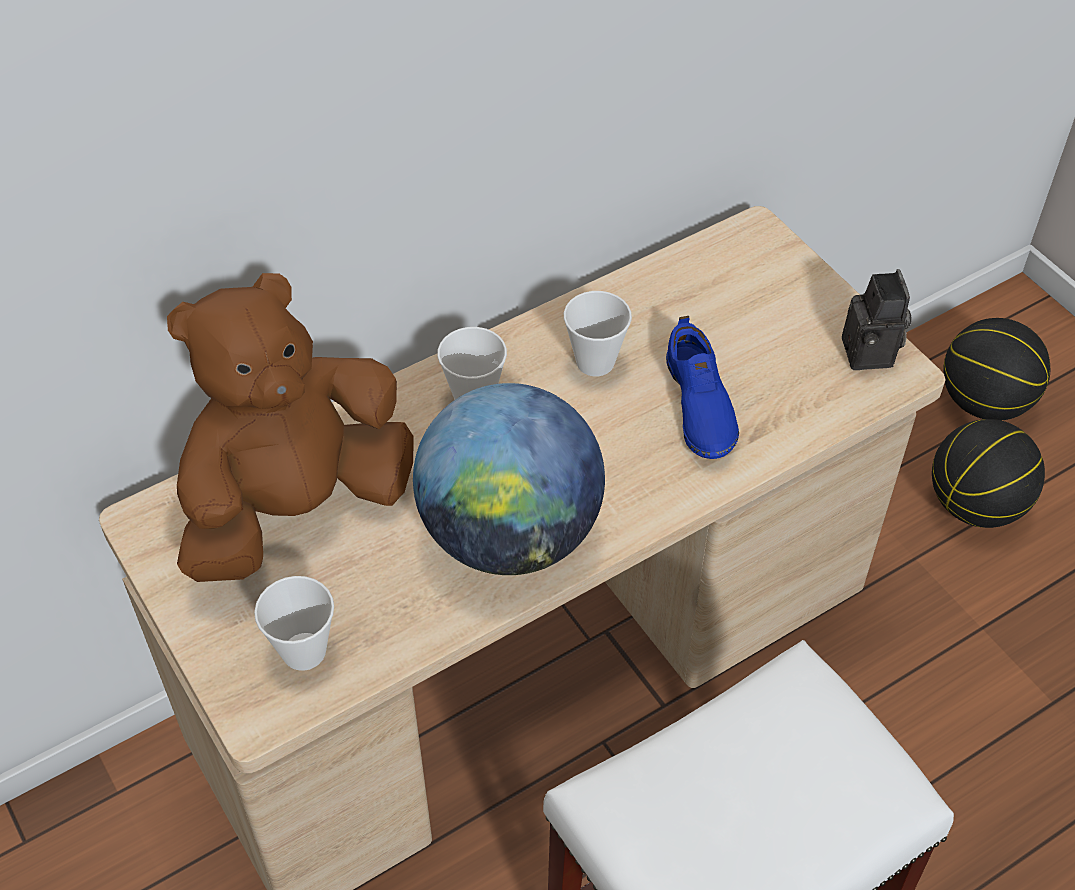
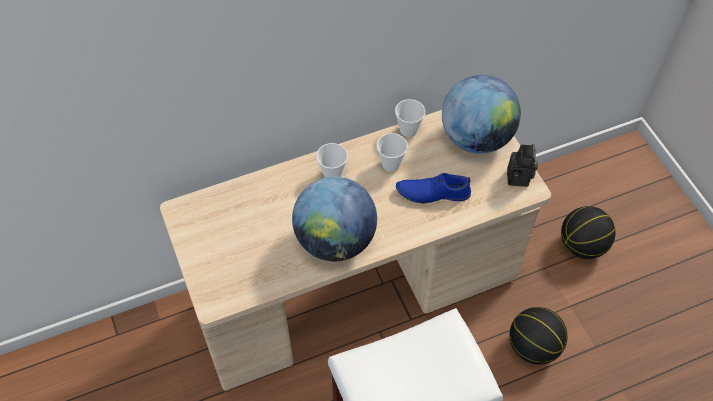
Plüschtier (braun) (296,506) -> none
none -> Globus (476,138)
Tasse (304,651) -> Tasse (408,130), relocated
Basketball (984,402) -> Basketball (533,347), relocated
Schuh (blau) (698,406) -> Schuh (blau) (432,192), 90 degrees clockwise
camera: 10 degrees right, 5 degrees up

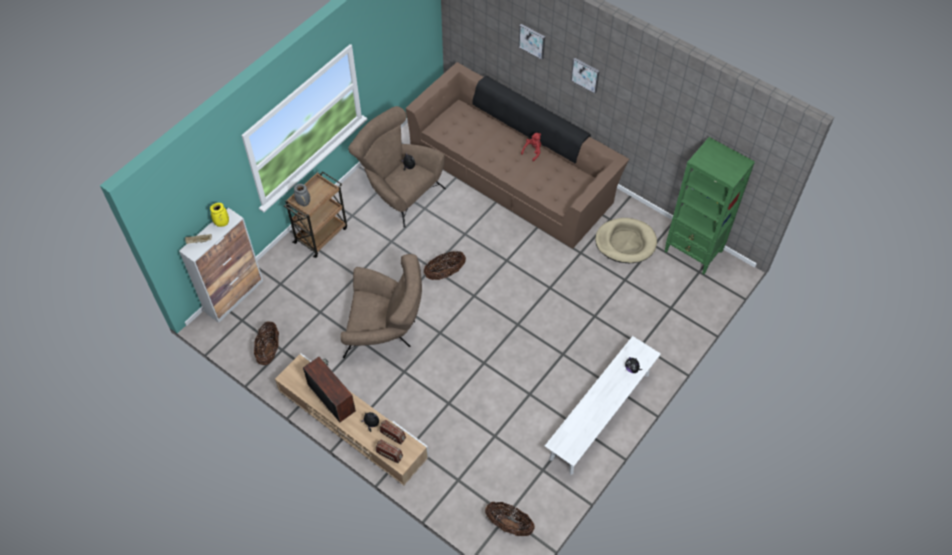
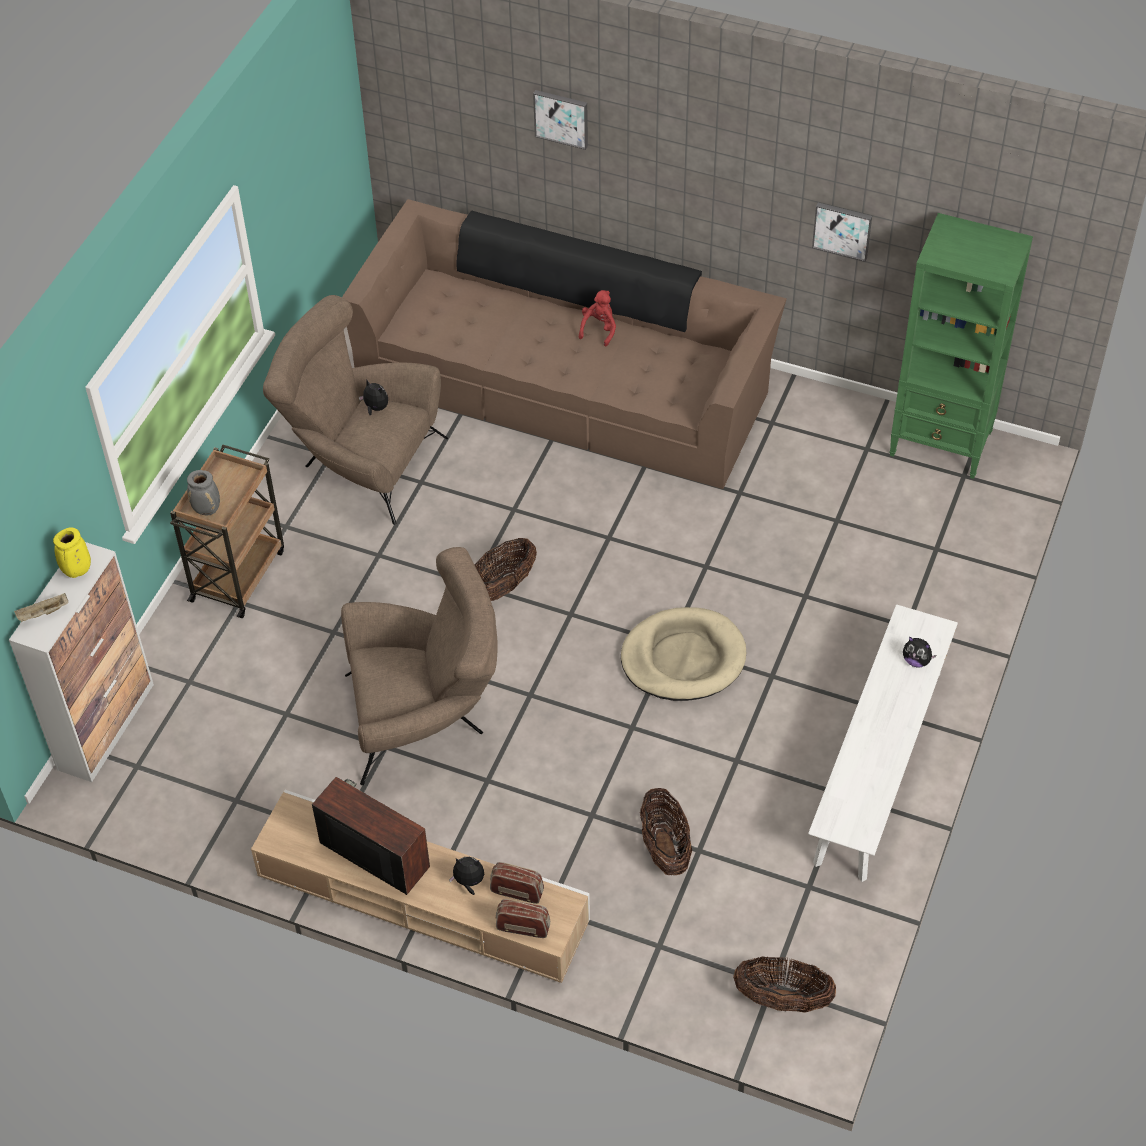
Korb (269,350) -> Korb (665,847), relocated
Bild (585,74) -> Bild (842,230), relocated
Hundebett (beige) (625,242) -> Hundebett (beige) (683,658), relocated
camera: 15 degrees left, 5 degrees down

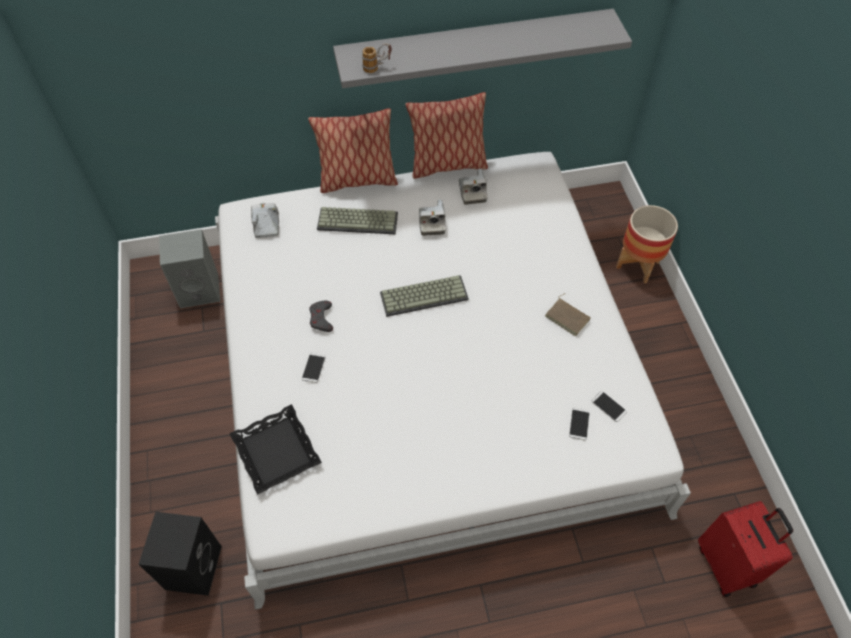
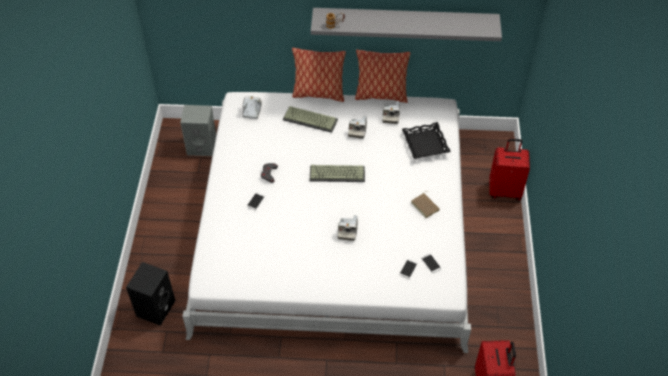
none -> Kamera (347,230)
Tablett (schwarz) (275,452) -> Tablett (schwarz) (425,143), relocated
Pflanzkübel (638,264) -> Koffer (rot) (505,190)
camera: 15 degrees right, 5 degrees down

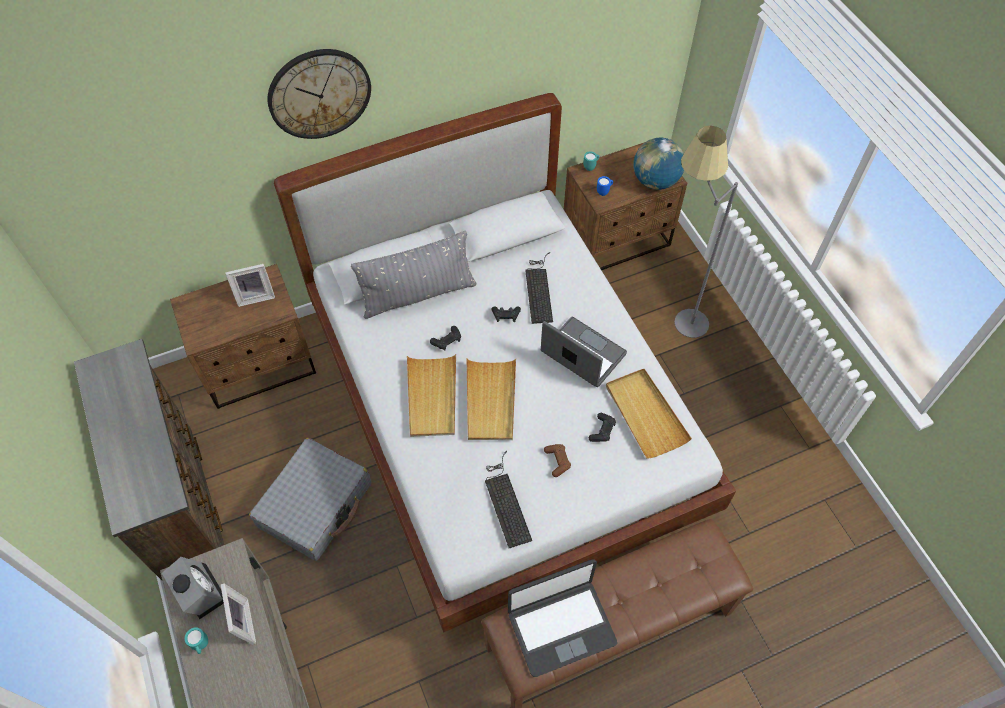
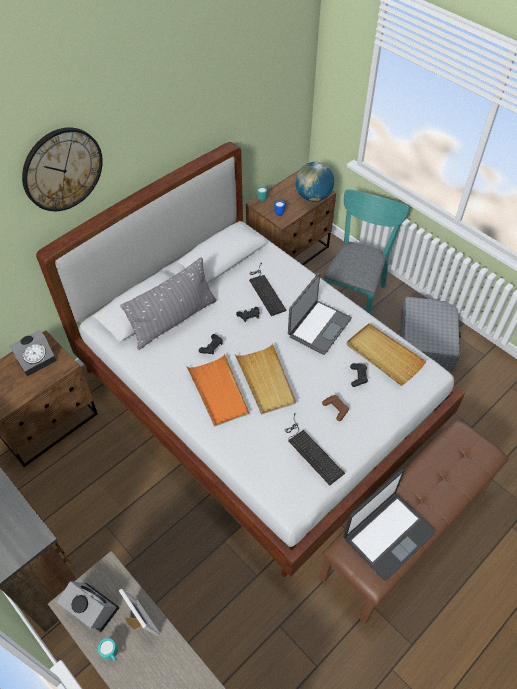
Koffer (grau) (315,505) -> Koffer (grau) (426,340), relocated
Bilderrahmen (255,296) -> Wecker (37,359)
Stehlampe (grau) (676,317) -> Stuhl (türkis) (354,294)
Tablett (beige) (432,397) -> Tablett (orange) (218,392)
Laptop (582,354) -> Laptop (318,327), 105 degrees clockwise
camera: 20 degrees left, 5 degrees down

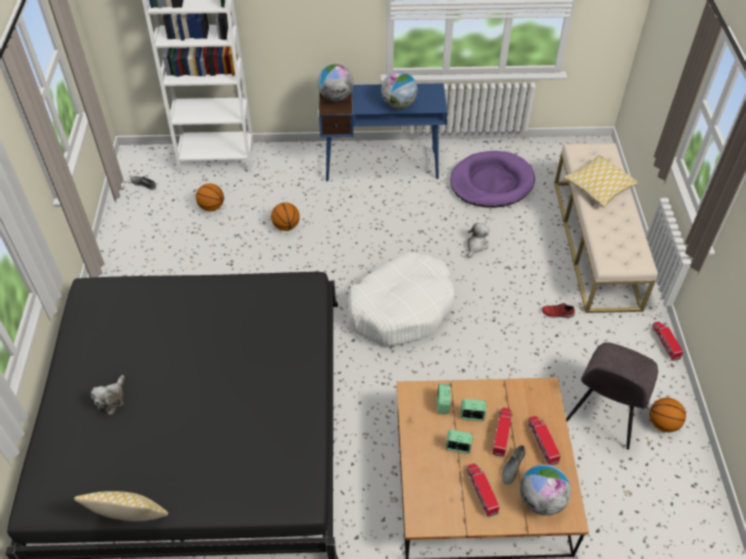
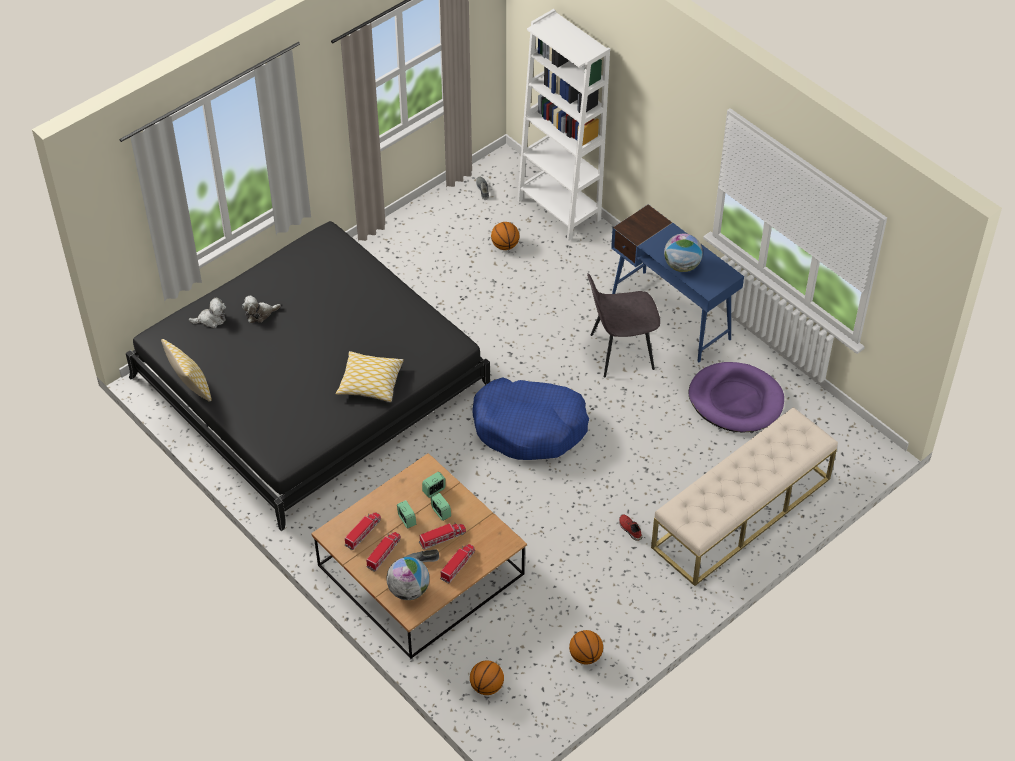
Globus (336,97) -> none
Basketball (286,226) -> Basketball (487,686), relocated
Plüschtier (476,245) -> Plüschtier (211,319), relocated
Kissen (599,187) -> Kissen (370,382), relocated
Stuhl (grau) (604,415) -> Stuhl (grau) (619,352), relocated
Spielzeuglaster (665,343) -> Spielzeuglaster (363,532), relocated
Hundebett (weiß) (401,307) -> Hundebett (blau) (529,427)
camera: 50 degrees right, 0 degrees up

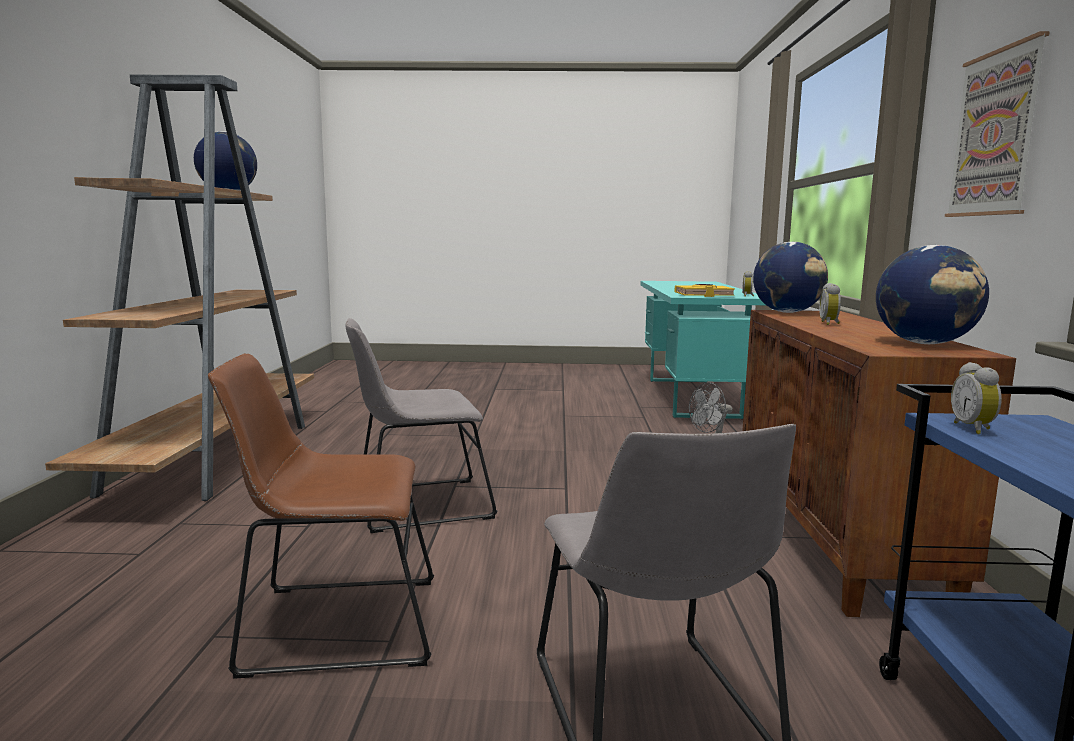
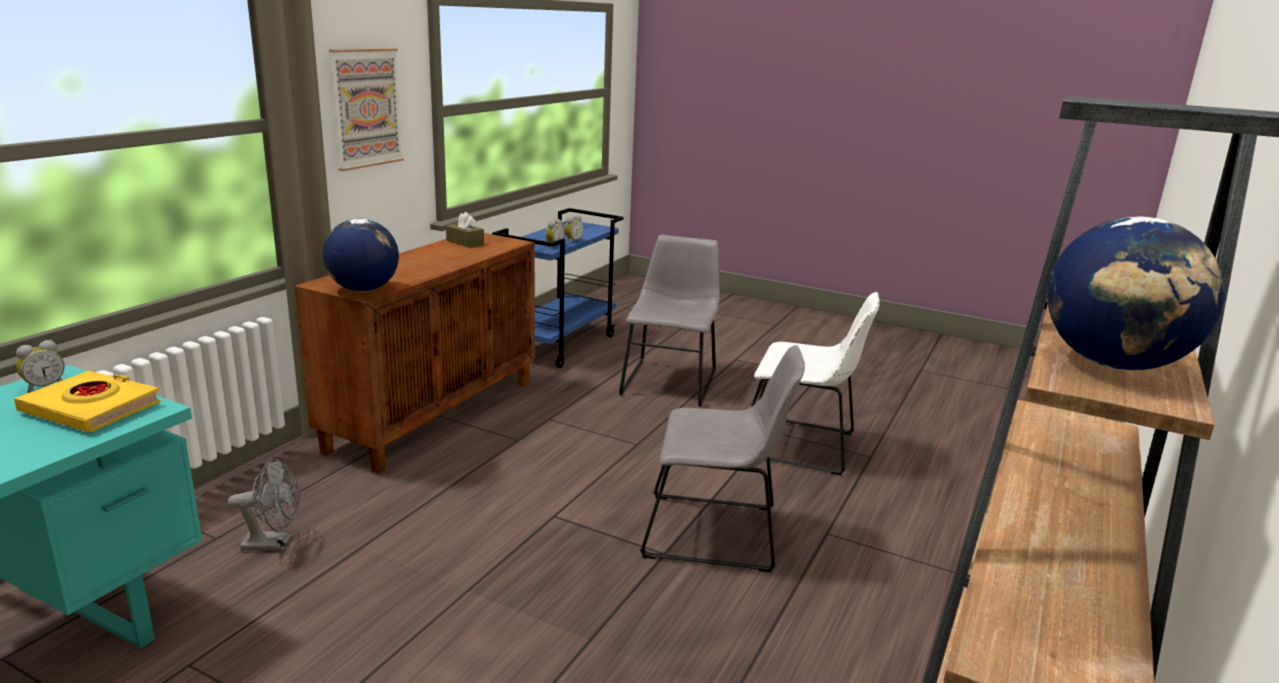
Wecker (830,323) -> Wecker (572,241), relocated
Globus (925,343) -> Taschentuchbox (braun) (465,242)
Stuhl (braun) (333,625) -> Stuhl (weiß) (802,445)
camera: 155 degrees left, 10 degrees up

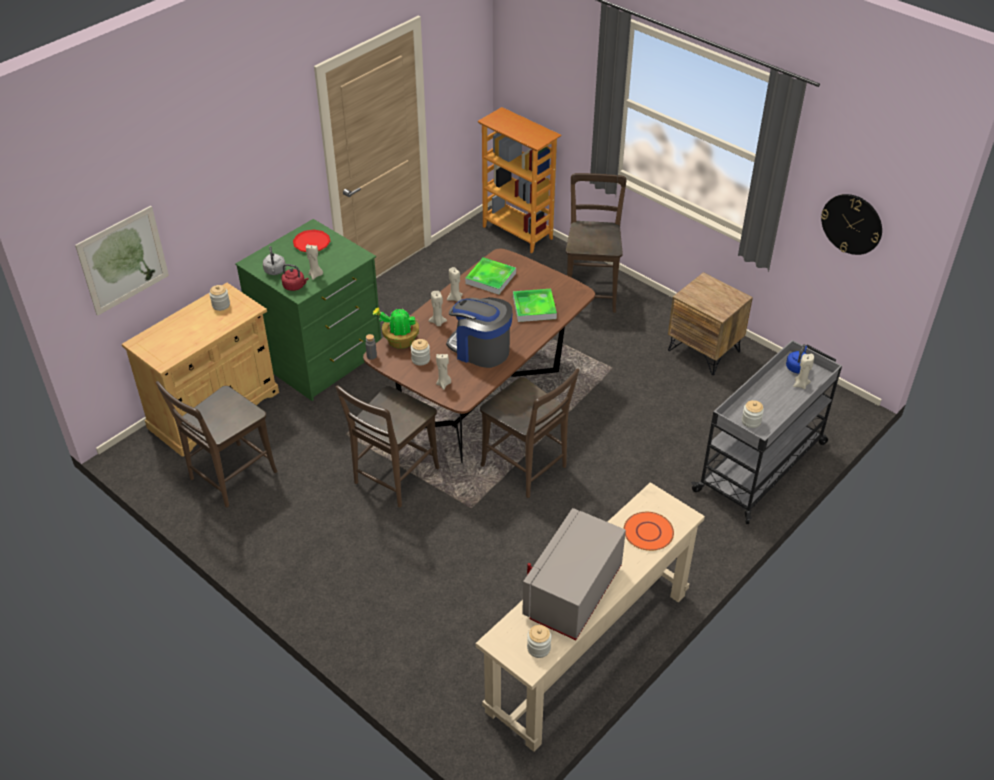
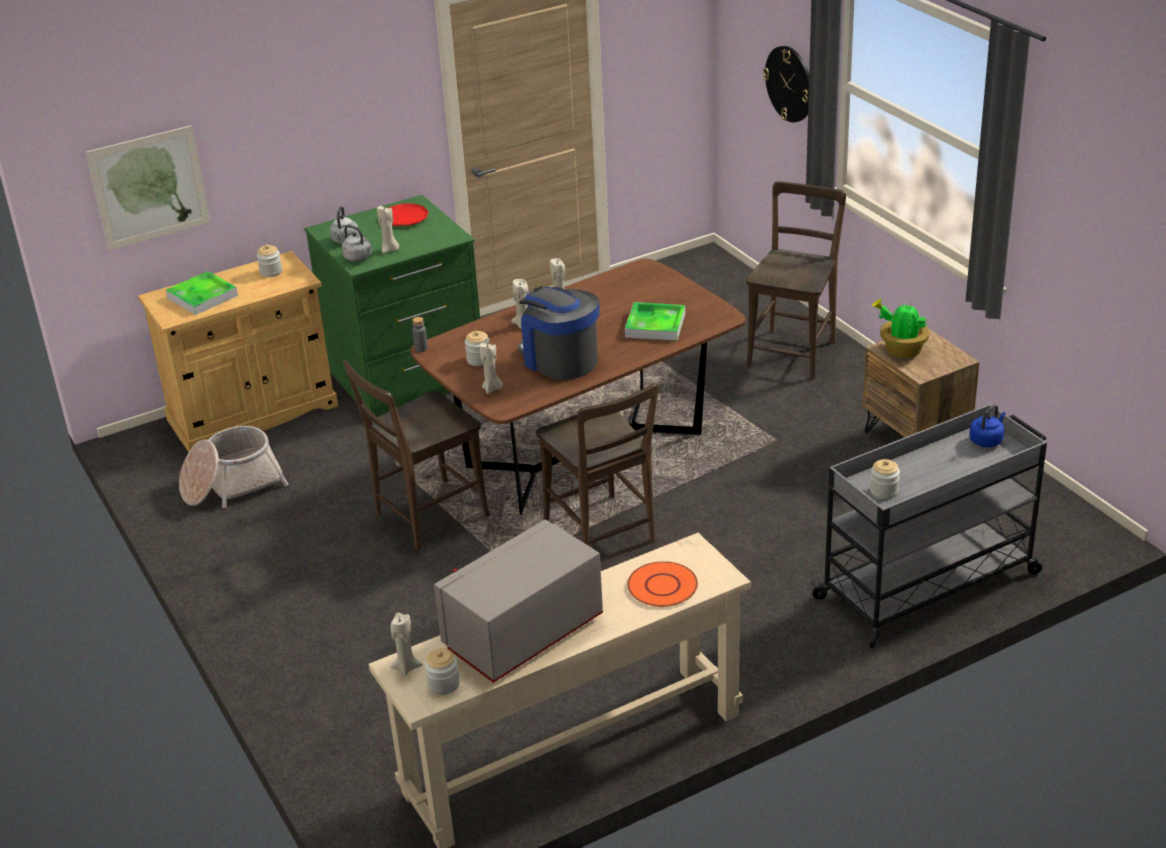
Bücherregal (518,232) -> none
Topfpflanze (399,341) -> Topfpflanze (901,350), relocated
Tablett (490,278) -> Tablett (202,297), relocated
Kerze (beige) (800,384) -> Kerze (beige) (406,667), relocated
Wanduhr (852,224) -> Wanduhr (789,83), relocated
Stuhl (braun) (229,477) -> Korb (231,484)
Wasserkessel (rot) (295,286) -> Wasserkessel (grau) (359,258)
camera: 20 degrees right, 10 degrees down

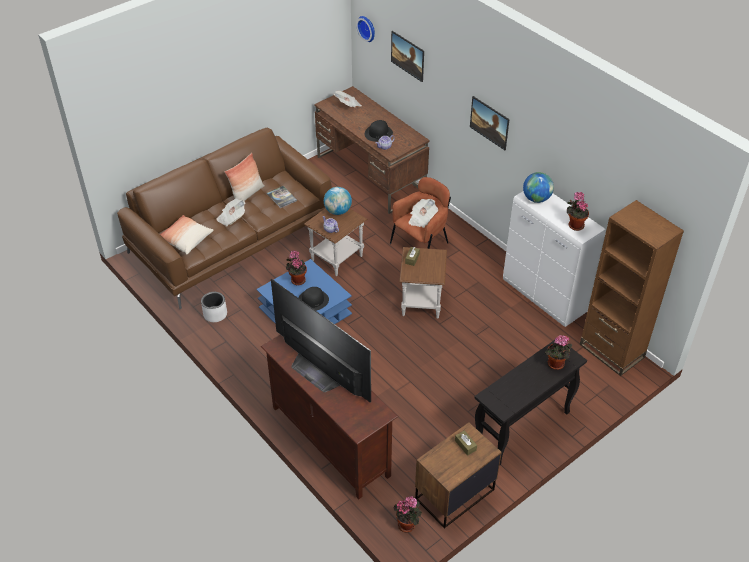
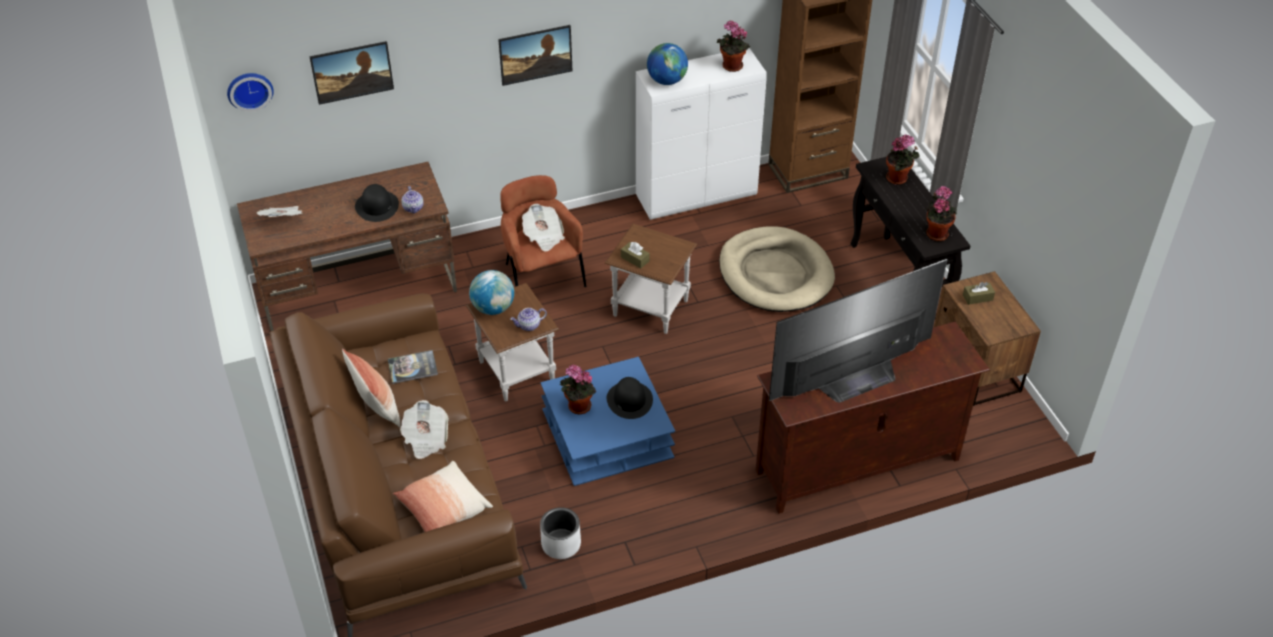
none -> Hundebett (beige) (775,274)
Topfpflanze (408,524) -> Topfpflanze (936,233), relocated
camera: 70 degrees left, 0 degrees up

